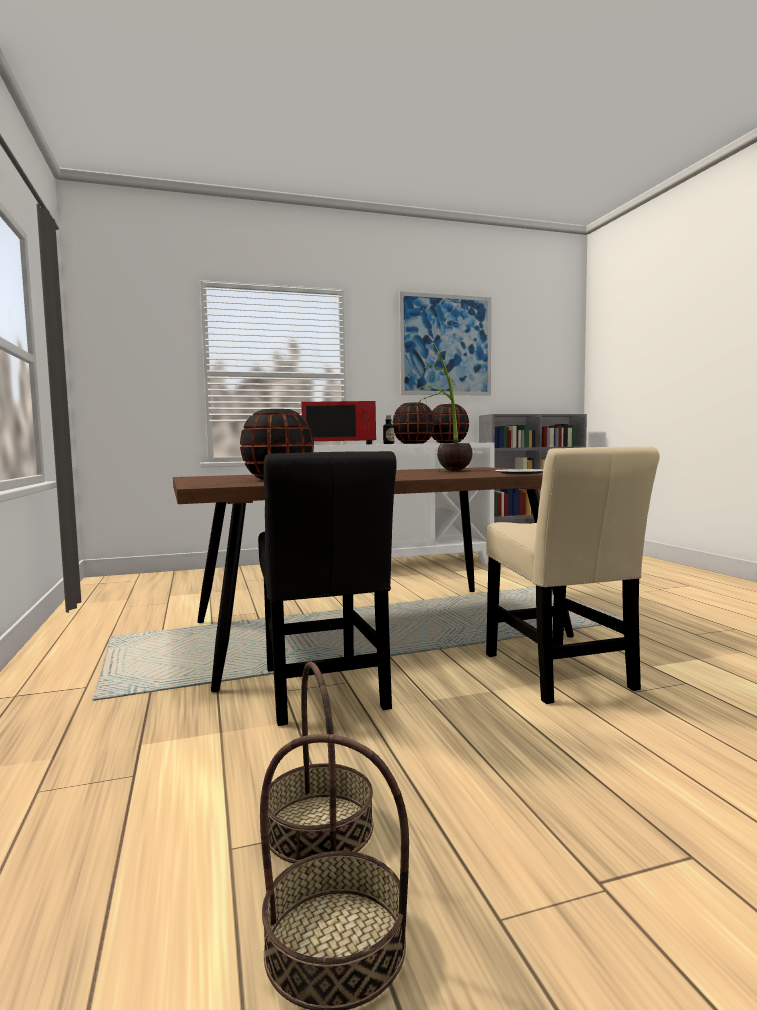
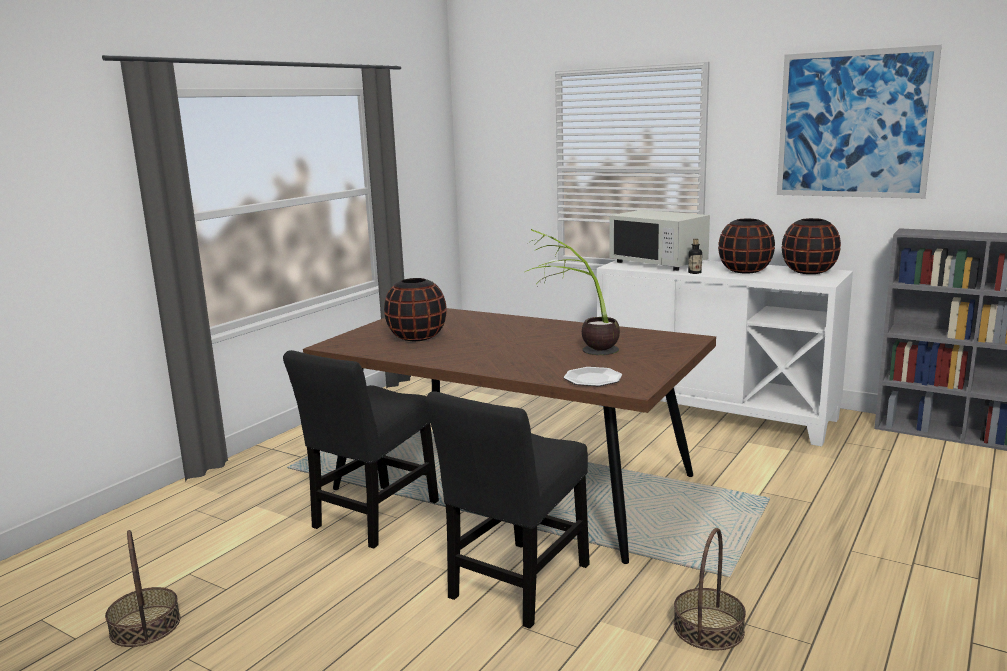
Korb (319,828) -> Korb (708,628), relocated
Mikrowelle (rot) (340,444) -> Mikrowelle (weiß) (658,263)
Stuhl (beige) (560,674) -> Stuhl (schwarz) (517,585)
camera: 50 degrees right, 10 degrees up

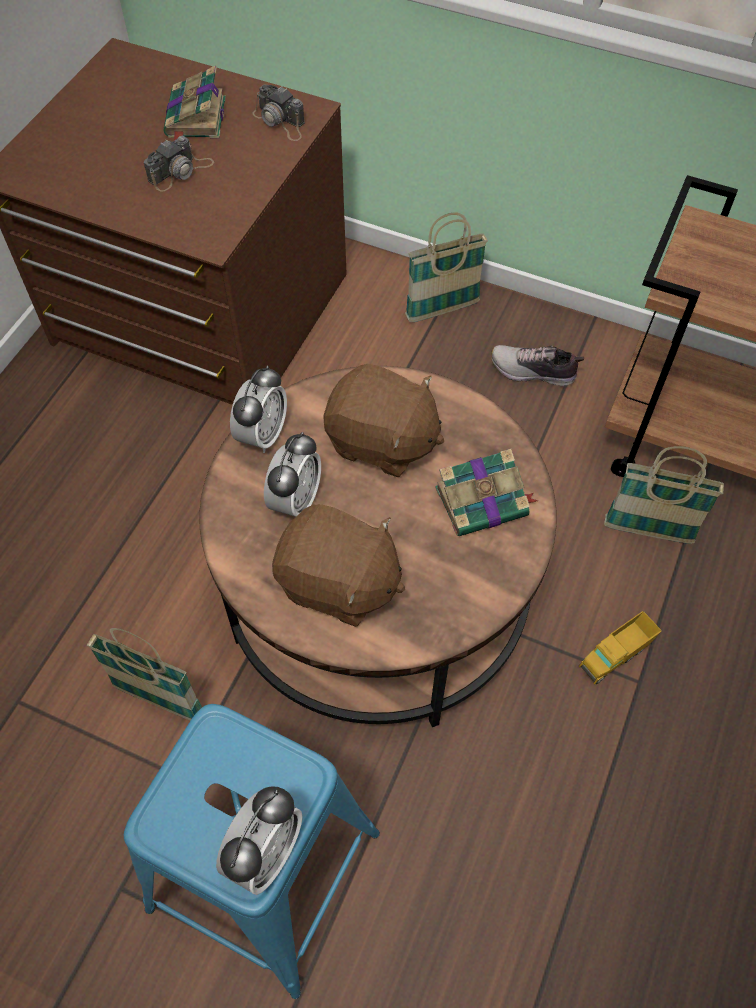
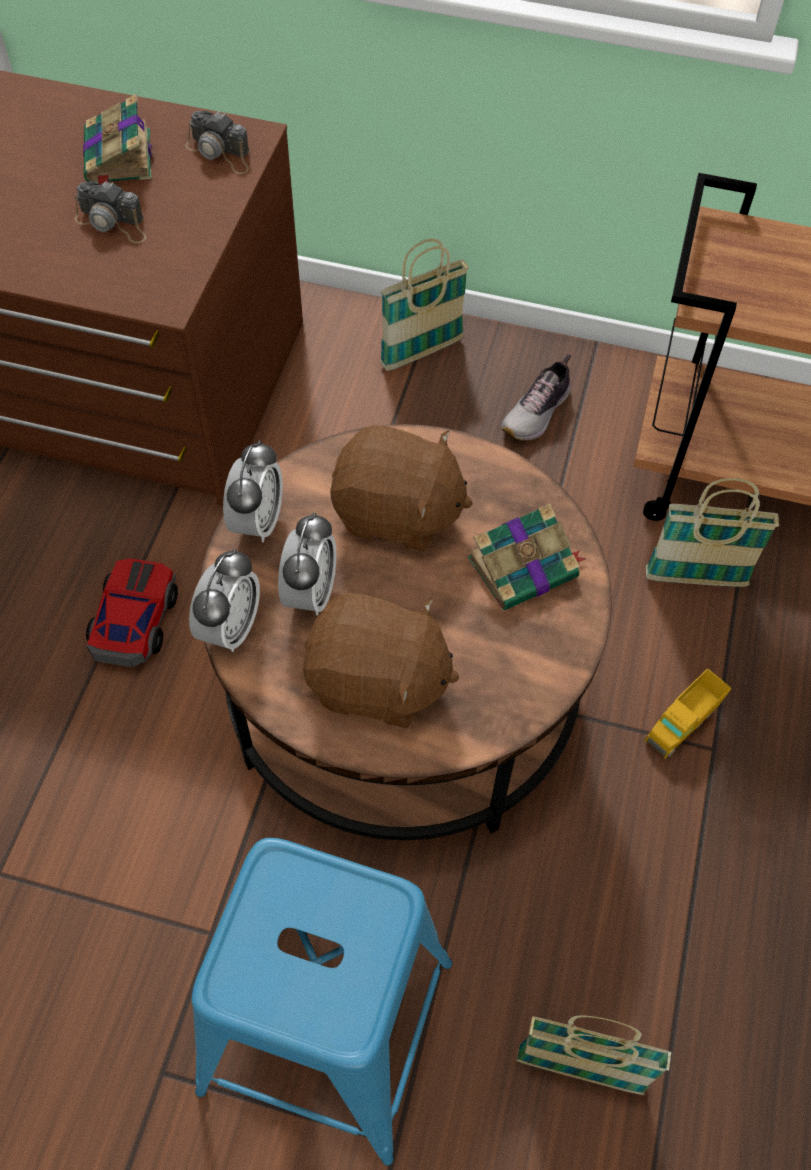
none -> Spielzeugauto (134,620)
Korb (159,701) -> Korb (579,1070), relocated
Wecker (265,852) -> Wecker (230,628), relocated
Kamera (181,171) -> Kamera (113,223), 75 degrees clockwise
Schuh (533,372) -> Schuh (537,413), 60 degrees counterclockwise
camera: 10 degrees left, 0 degrees up

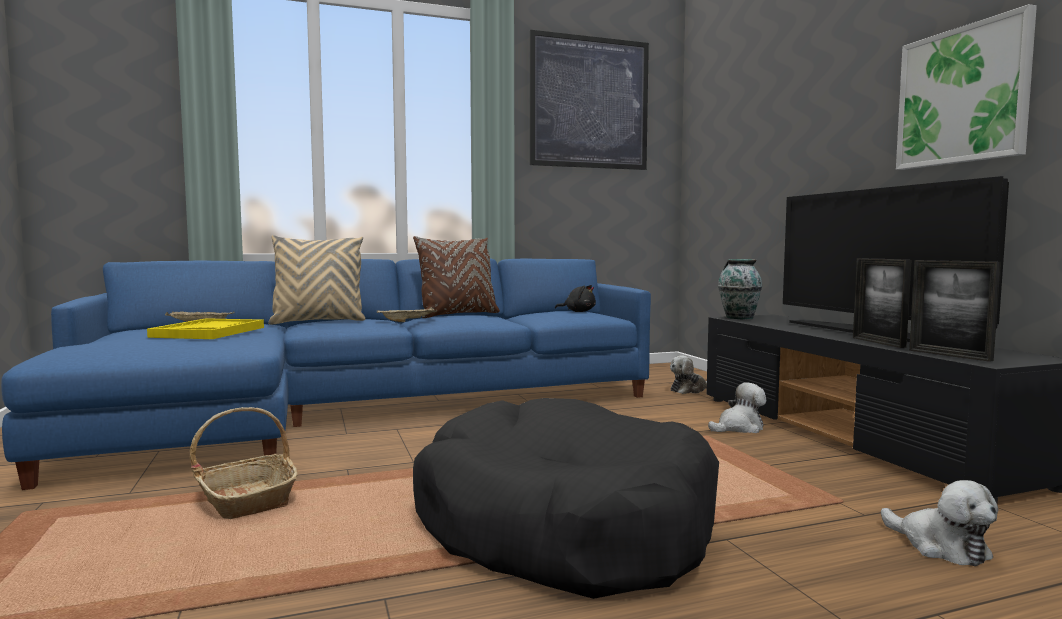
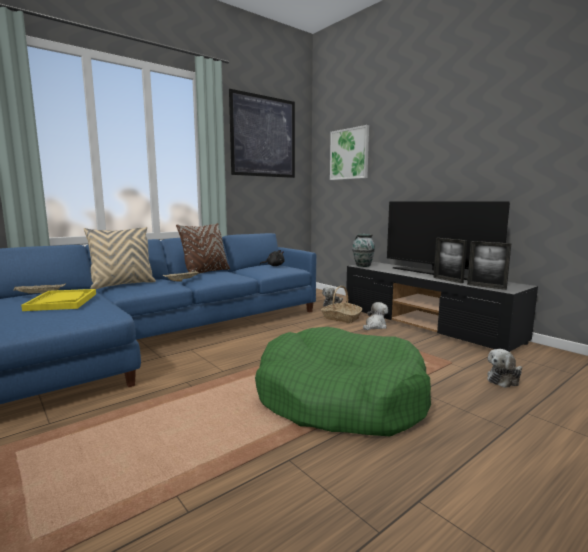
Korb (246,500) -> Korb (341,318), relocated
Bild (962,96) -> Bild (349,154), relocated
Hundebett (schwarz) (561,526) -> Hundebett (grün) (340,398)
Plüschtier (940,546) -> Plüschtier (504,379), 105 degrees clockwise
camera: 20 degrees left, 5 degrees up

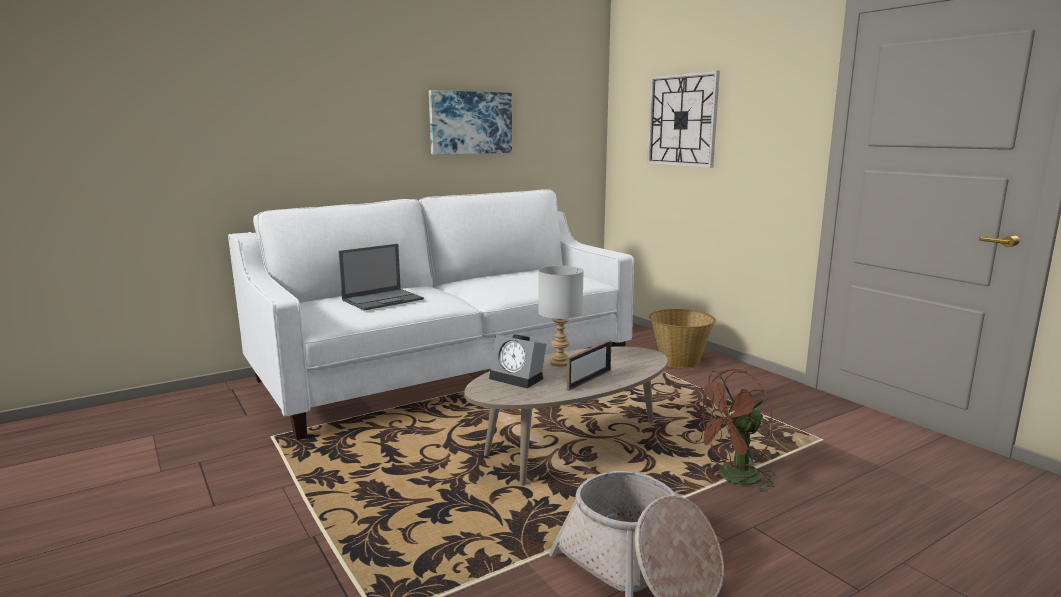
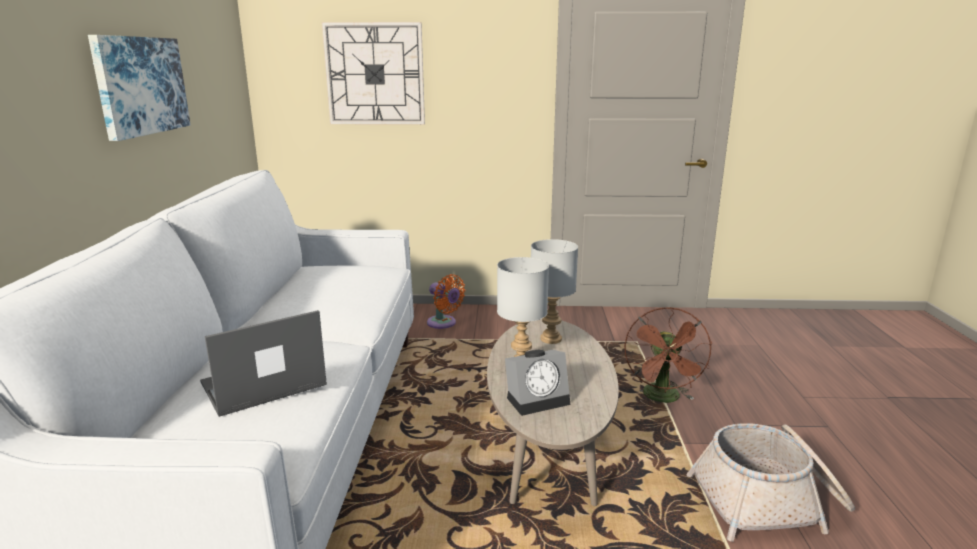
Bilderrahmen (589,380) -> none
none -> Tischlampe (grau) (551,339)
Korb (679,361) -> Ventilator (orange) (443,323)
Laptop (383,299) -> Laptop (262,384), 120 degrees counterclockwise
camera: 55 degrees left, 5 degrees up

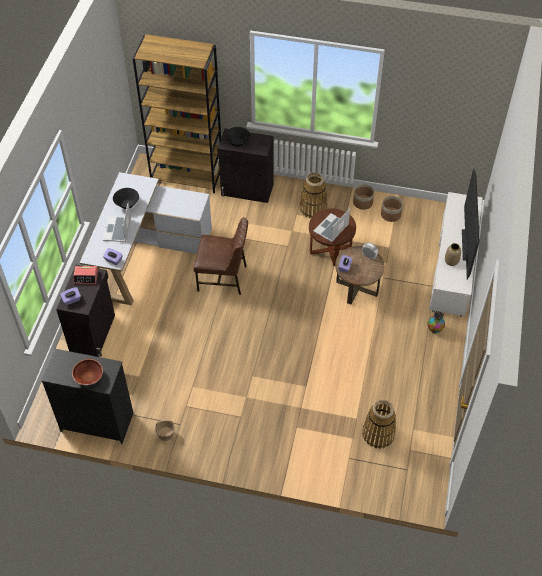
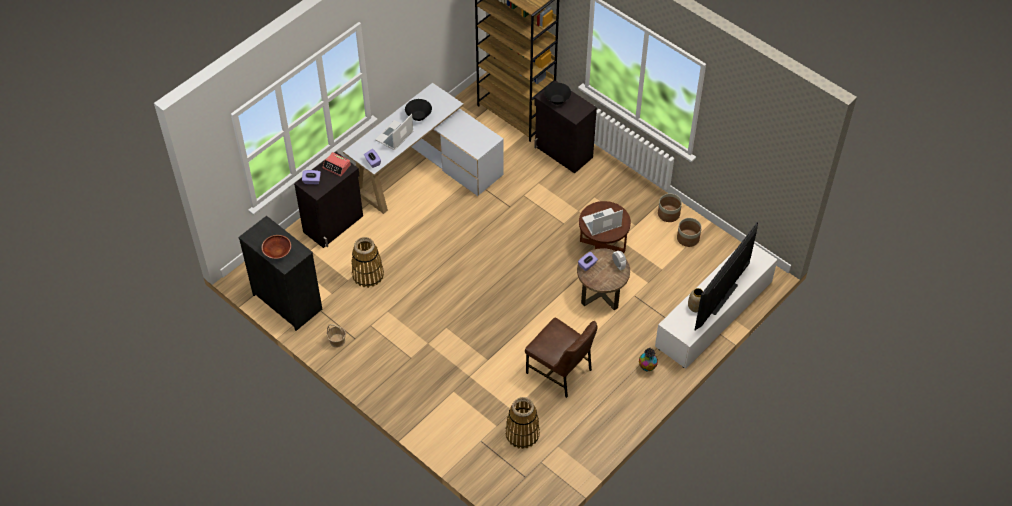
Stuhl (braun) (223,278) -> Stuhl (braun) (560,371), relocated
Korb (313,208) -> Korb (368,275), relocated
camera: 30 degrees right, 0 degrees up

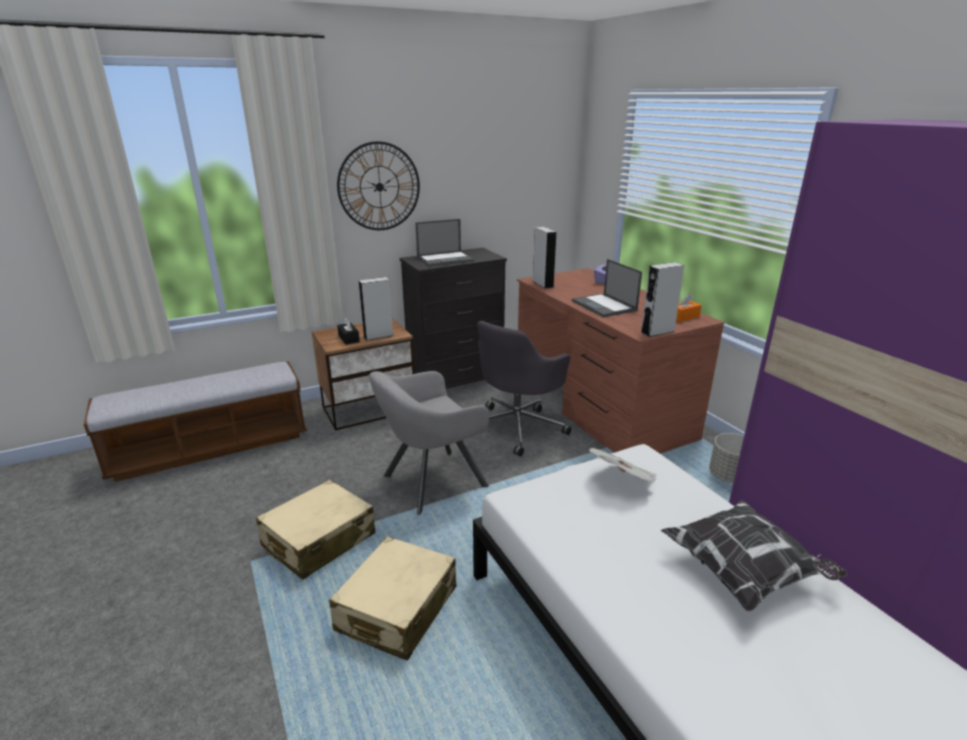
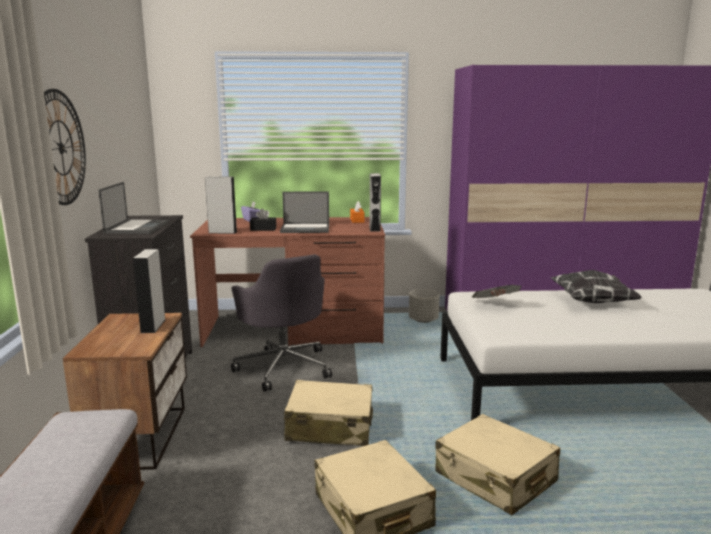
Taschentuchbox (schwarz) (348,338) -> Taschentuchbox (schwarz) (263,229), relocated
Sessel (grau) (430,483) -> Koffer (beige) (329,427)
camera: 65 degrees left, 10 degrees down

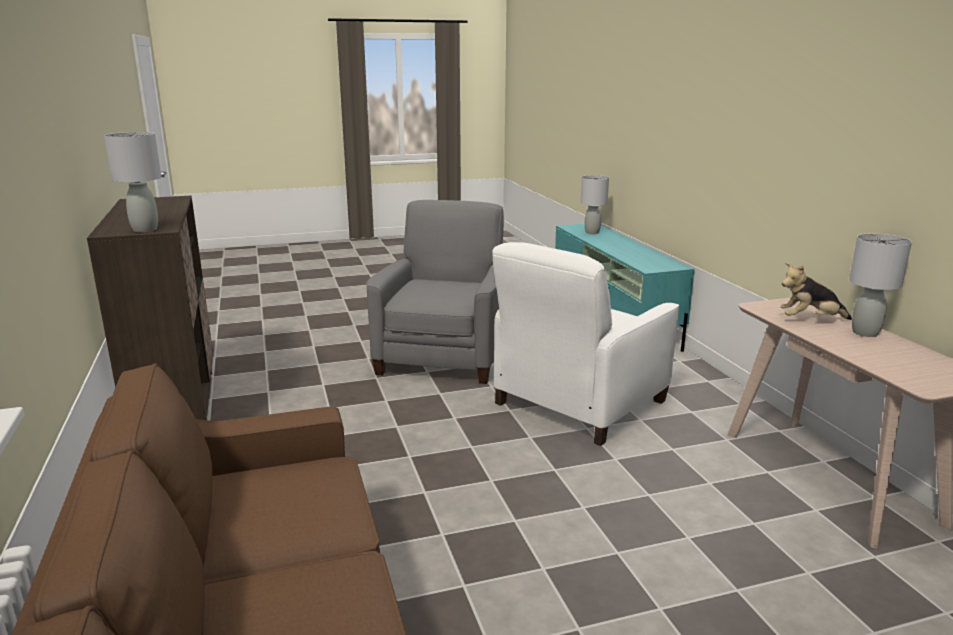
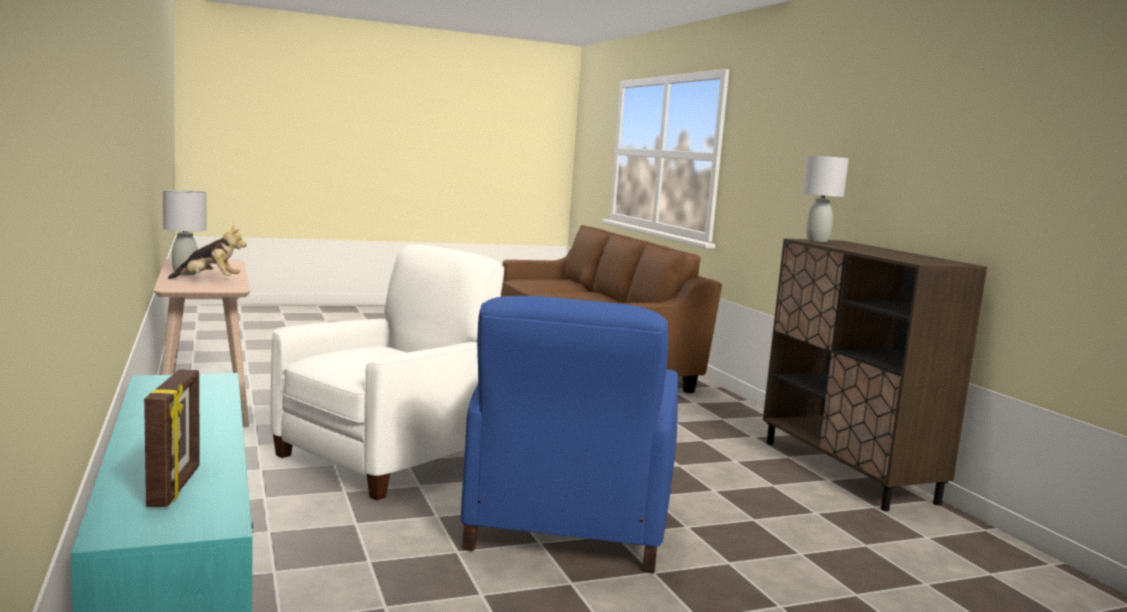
Tischlampe (grau) (592,232) -> Bilderrahmen (176,487)
Sessel (grau) (443,357) -> Sessel (blau) (567,524)
camera: 175 degrees right, 10 degrees down

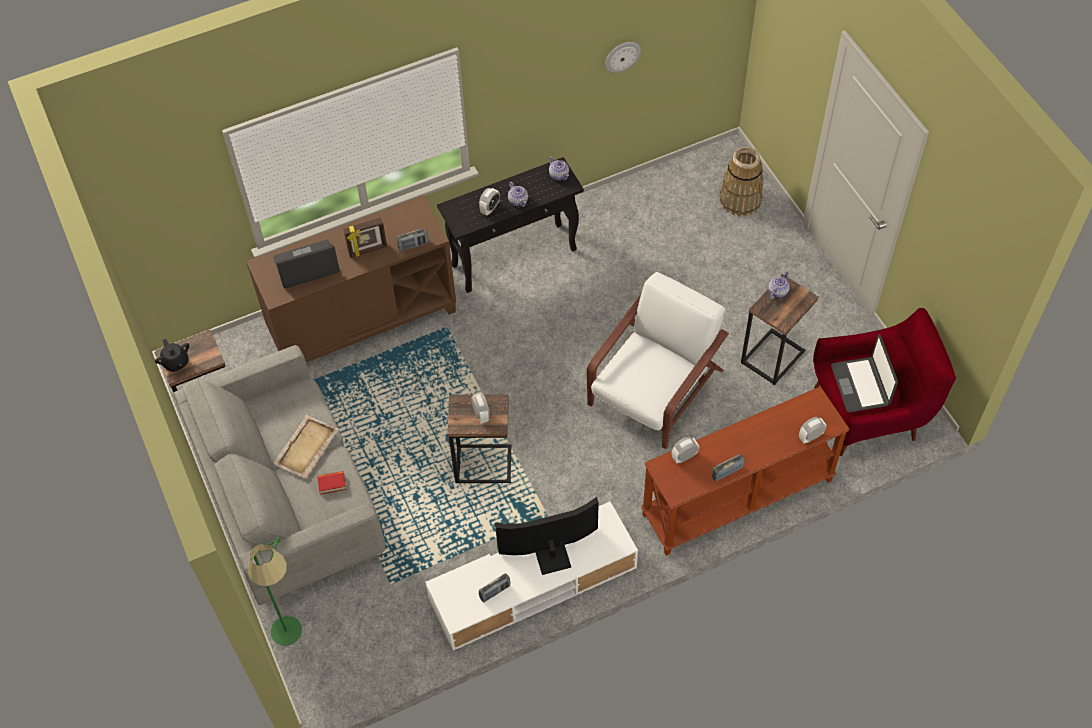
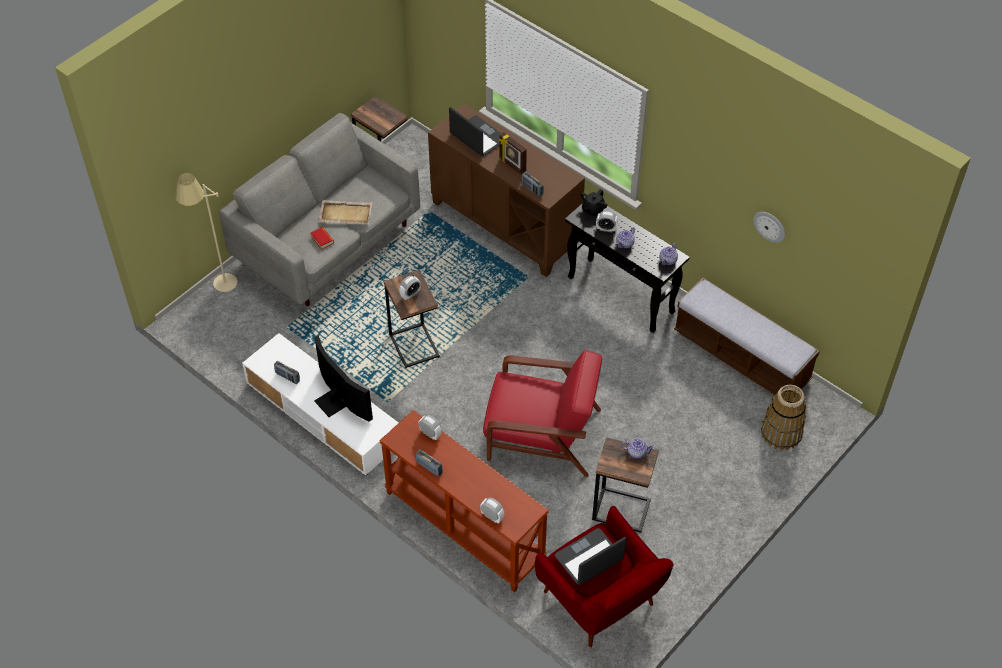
none -> Bank (741,357)
Teekanne (schwarz) (176,363) -> Teekanne (schwarz) (593,210), relocated
Stehlampe (grün) (295,640) -> Stehlampe (beige) (219,290)
Sessel (weiß) (654,390) -> Sessel (rot) (541,434)
camera: 65 degrees right, 5 degrees down

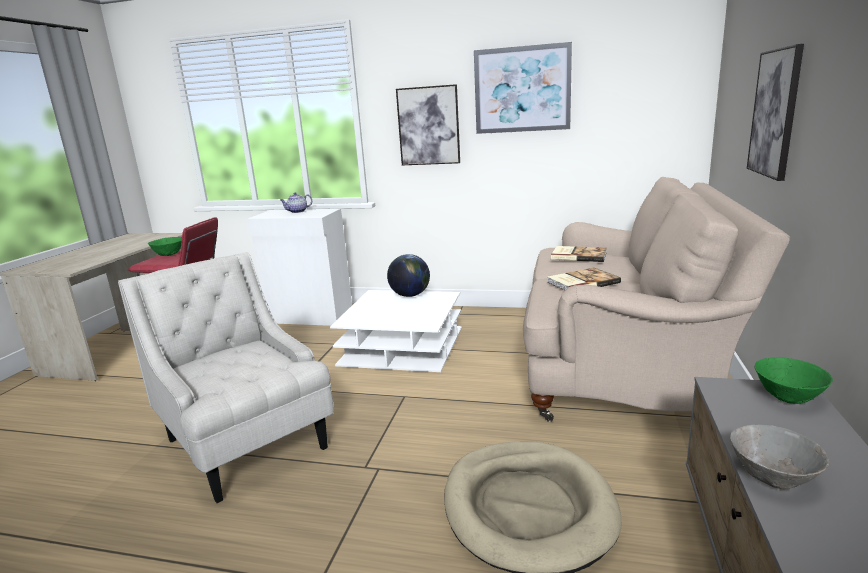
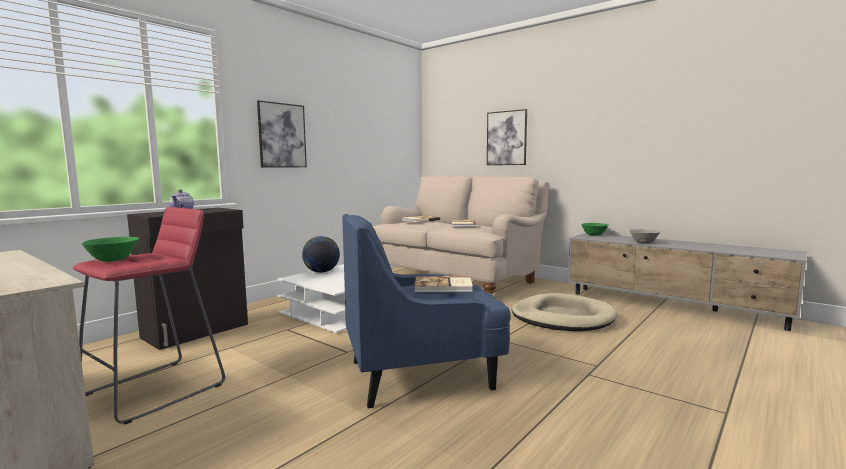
Bild (522,89) -> none
none -> Buch (443,286)
Sessel (weiß) (247,445) -> Sessel (blau) (421,374)
Schrank (weiß) (310,317) -> Schrank (schwarz) (197,331)
camera: 65 degrees left, 10 degrees down

